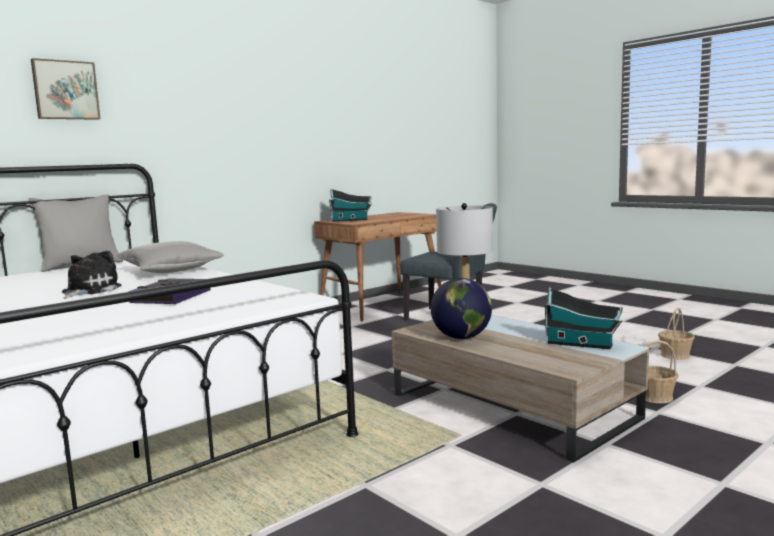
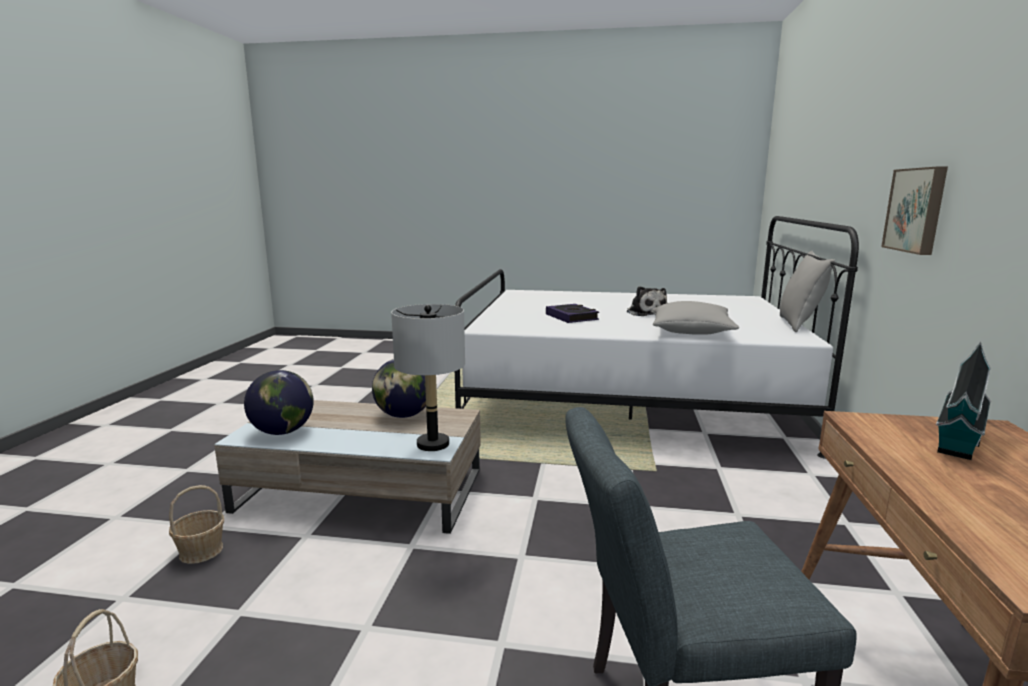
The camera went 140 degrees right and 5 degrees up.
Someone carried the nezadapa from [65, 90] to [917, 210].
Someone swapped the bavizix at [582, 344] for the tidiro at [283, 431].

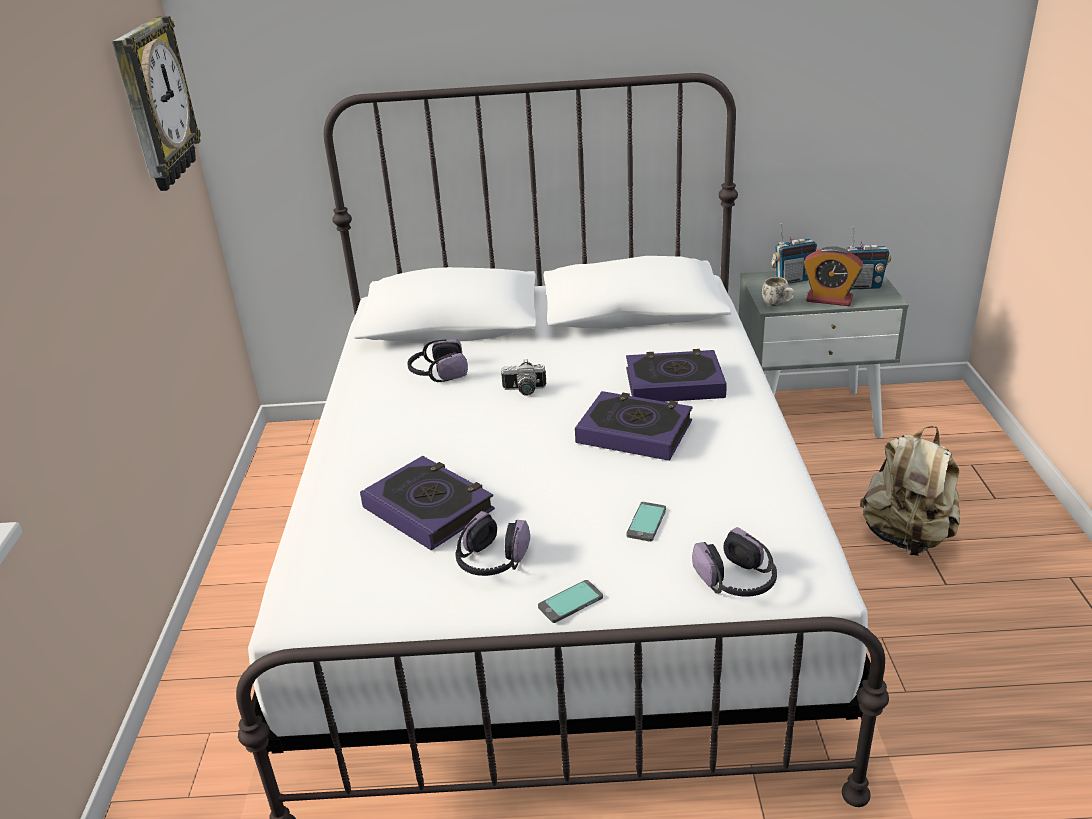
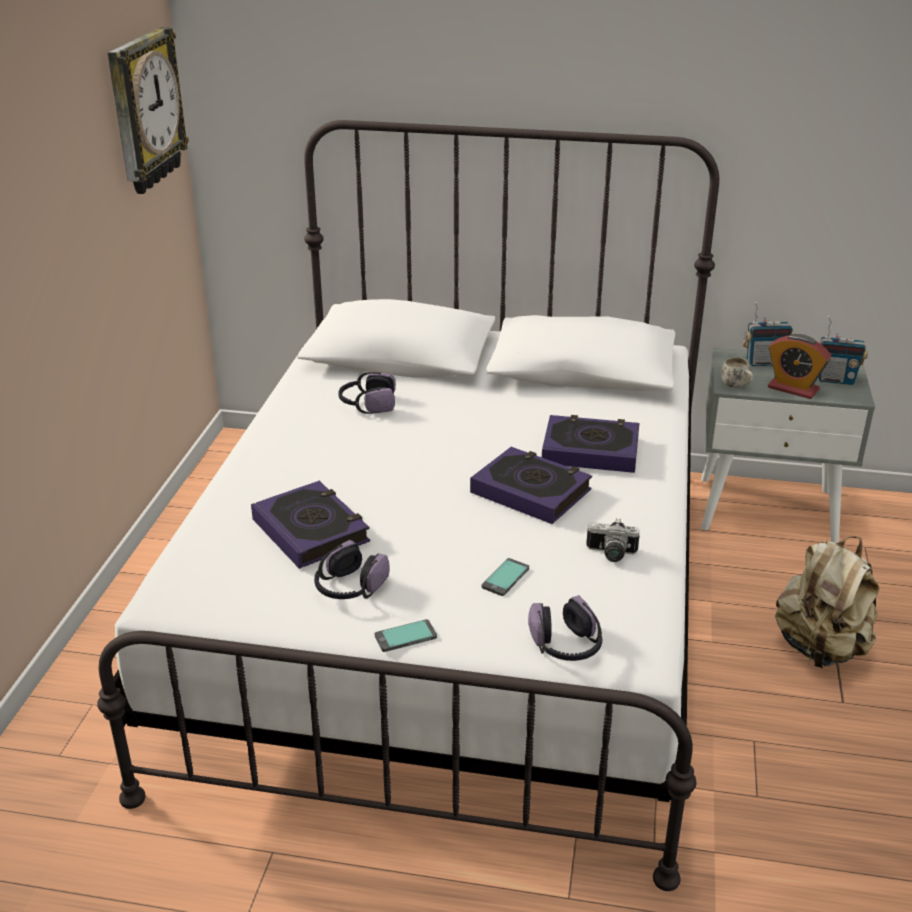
The camera went 10 degrees right and 0 degrees up.
Someone carried the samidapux from [524, 391] to [611, 554].

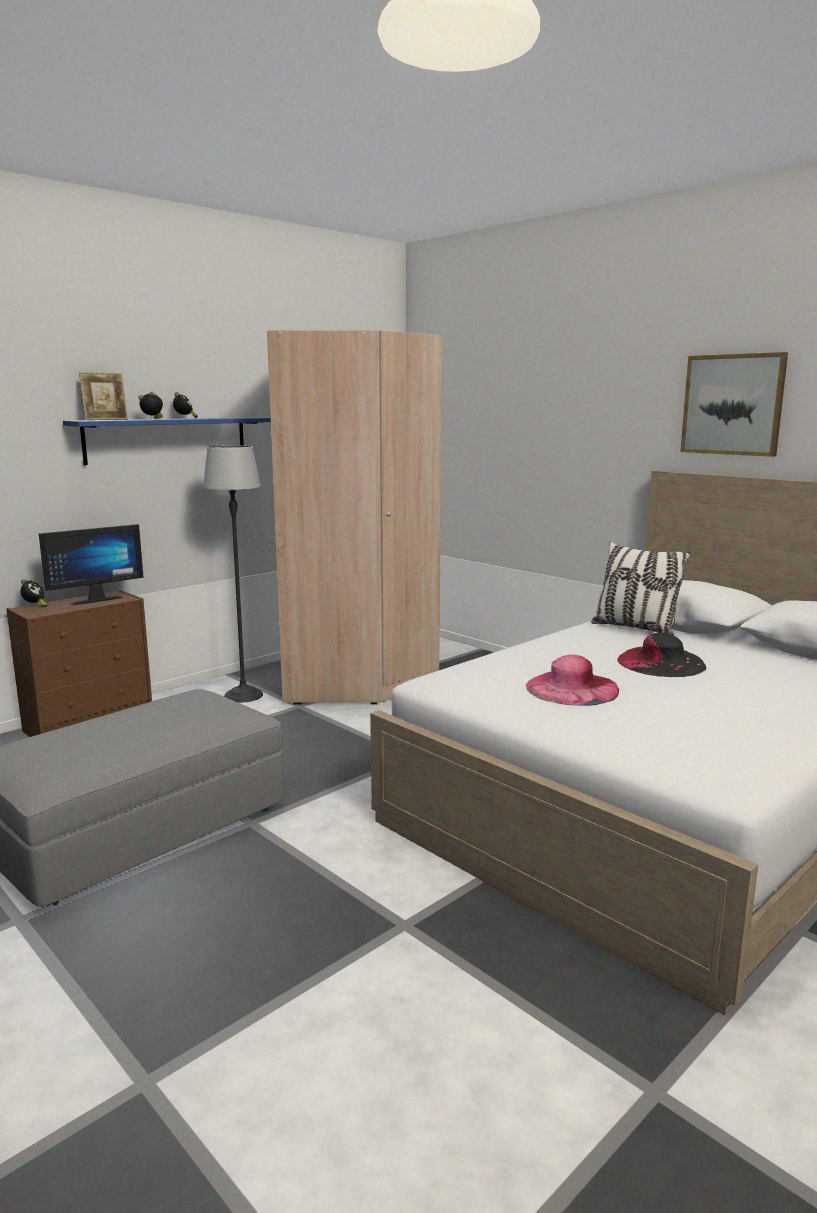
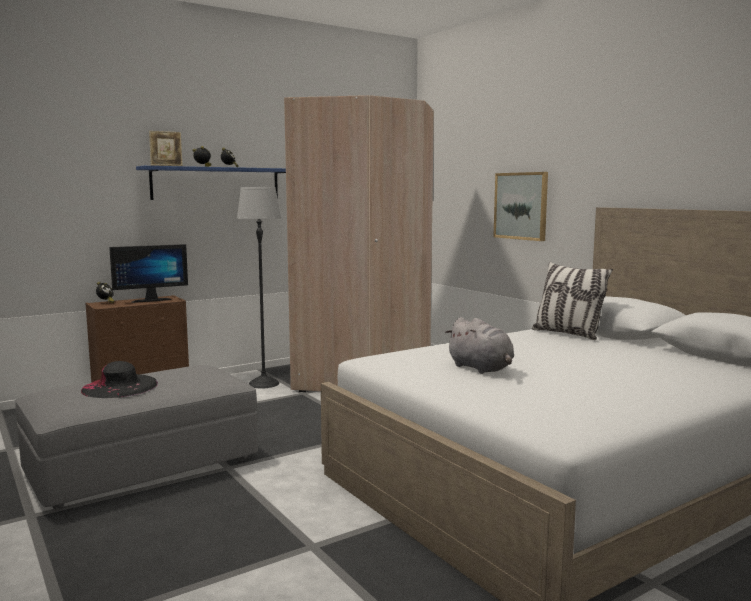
The camera went 10 degrees right and 5 degrees down.
Someone carried the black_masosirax from [661, 663] to [119, 387].
Someone carried the nezadapa from [732, 404] to [521, 206].
Someone swapped the pink_masosirax at [572, 688] for the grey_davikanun at [481, 369].

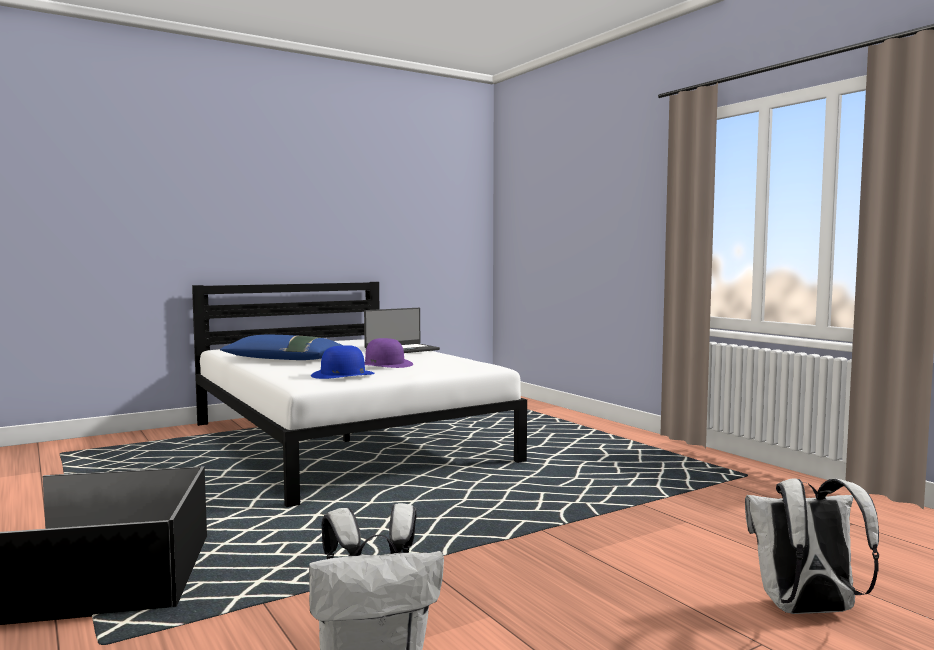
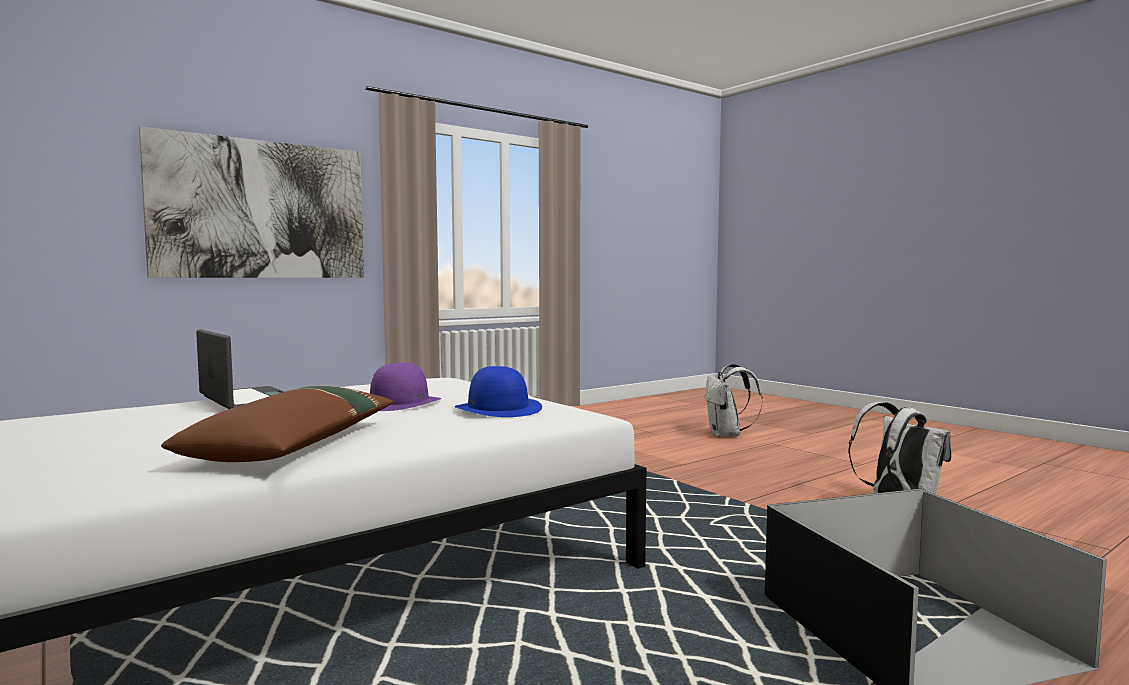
The camera went 95 degrees left and 0 degrees up.
Someone put up the nezadapa at [261, 210].
Someone repainted the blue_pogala at [283, 359], which became the brown_pogala at [296, 444].

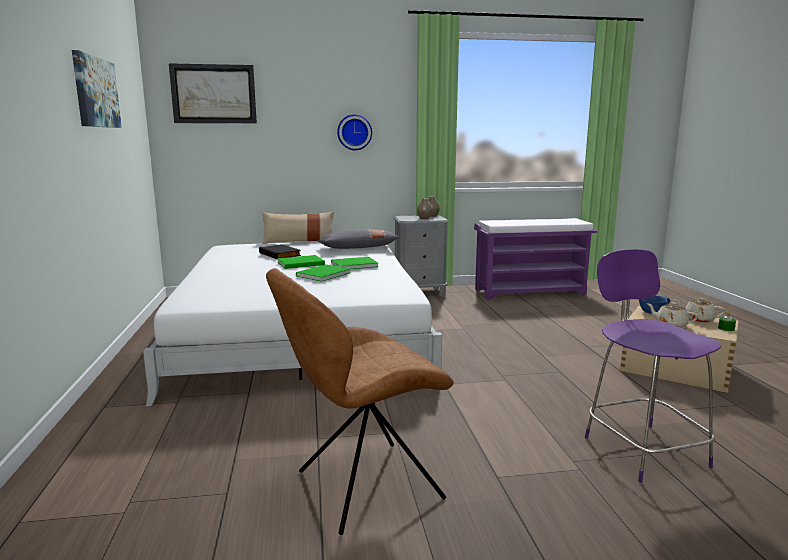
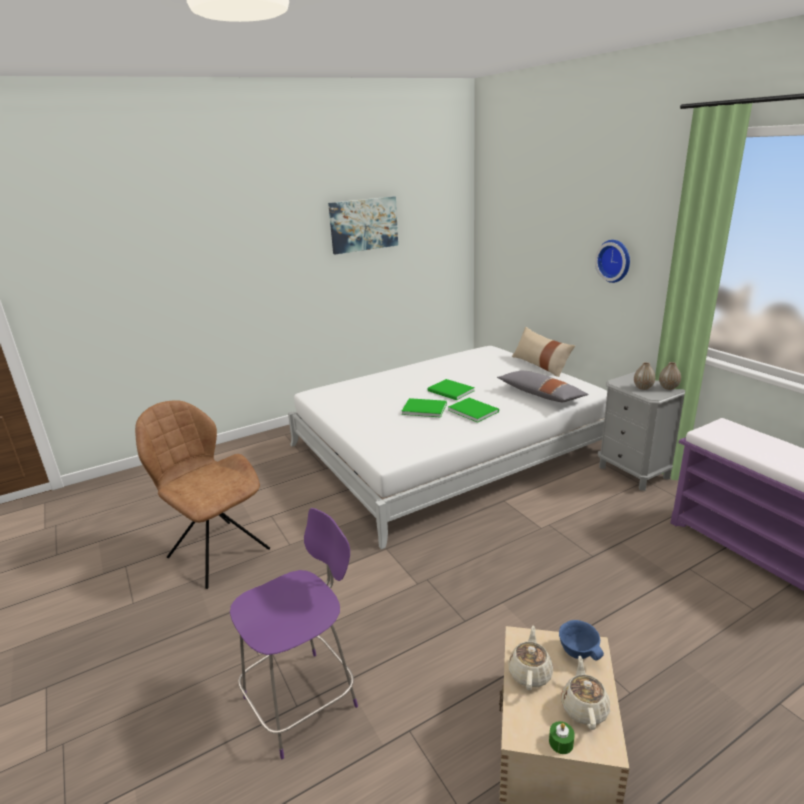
The camera went 70 degrees right and 10 degrees up.
Someone took away the nezadapa at [214, 94].
Someone took away the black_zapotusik at [281, 254].

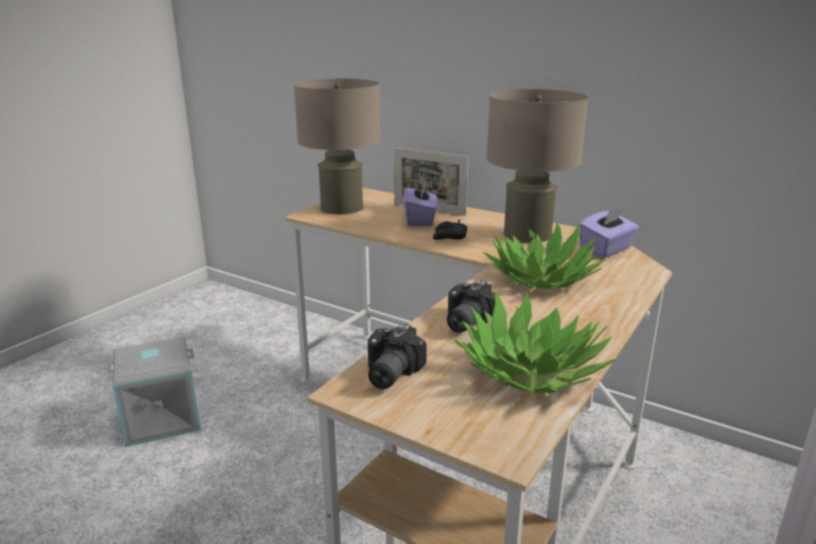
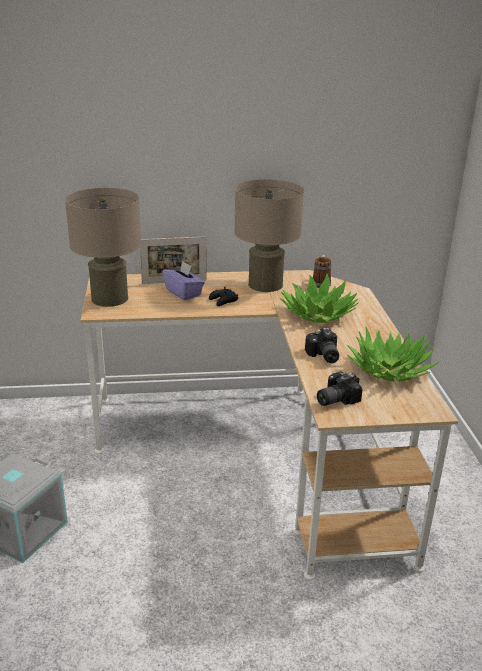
The camera went 40 degrees left and 5 degrees up.
Someone swapped the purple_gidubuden at [606, 249] for the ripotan at [321, 283].
Someone rotated the samidapux at [388, 373] by 75 degrees clockwise.

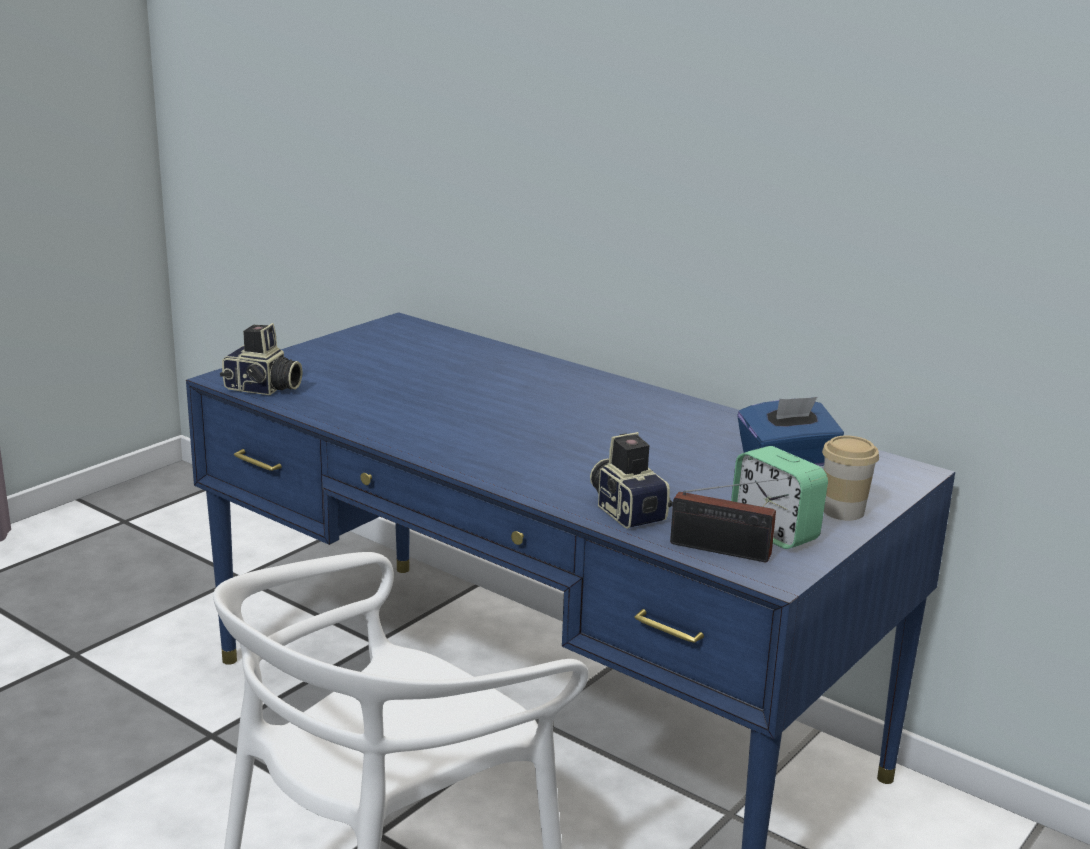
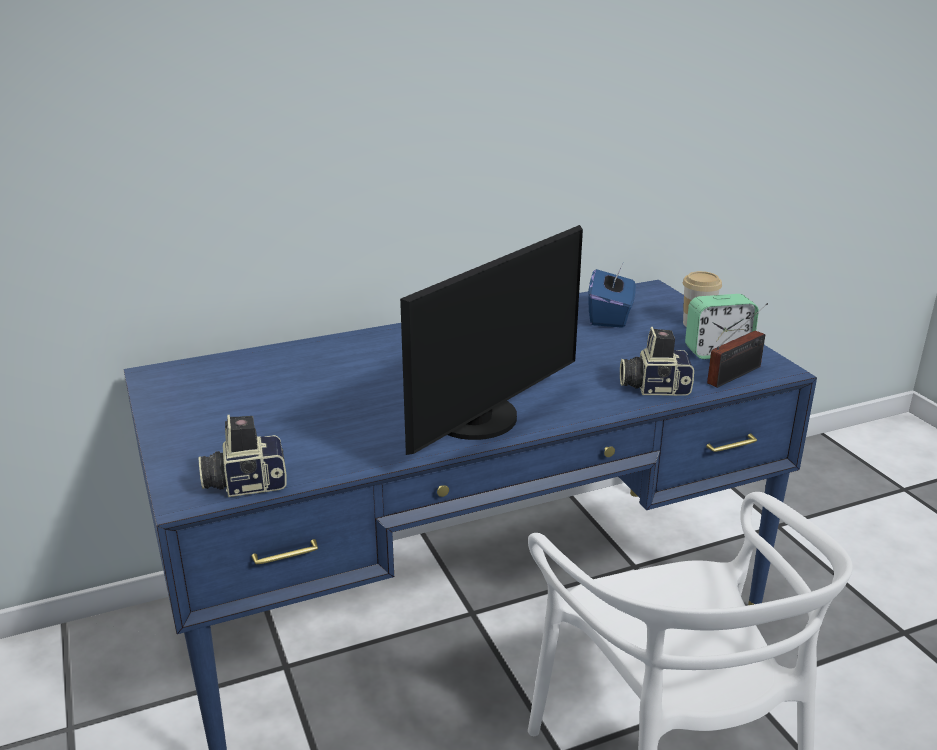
The camera went 60 degrees left and 5 degrees up.
Someone put down the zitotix at [482, 420].
Someone rotated the samidapux at [262, 389] by 150 degrees counterclockwise.

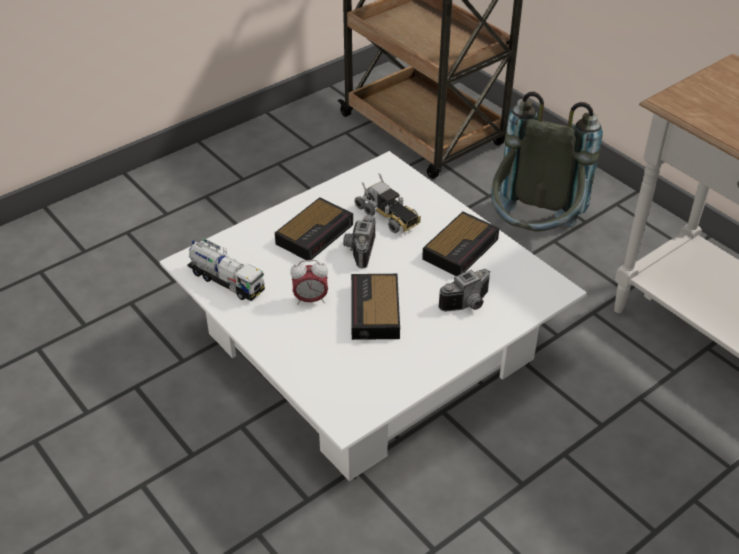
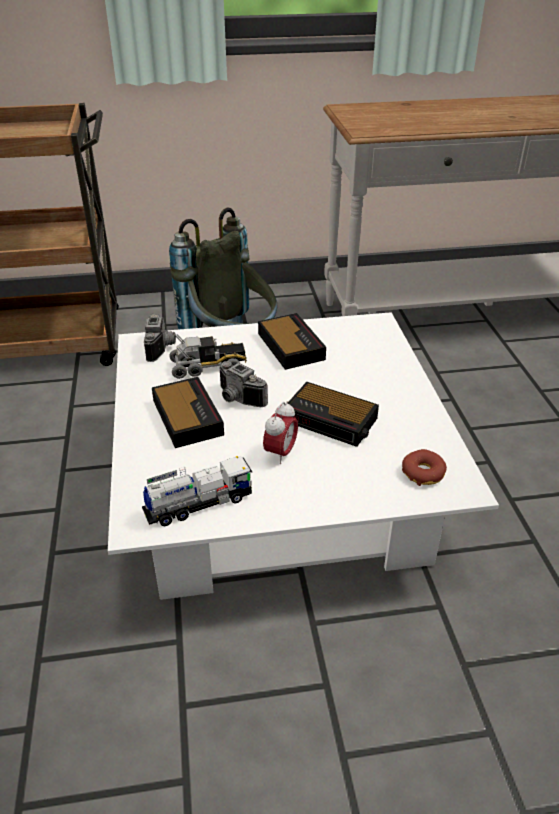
The camera went 60 degrees left and 5 degrees down.
Someone put down the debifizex at [423, 473].
Someone carried the samidapux from [468, 304] to [162, 347].

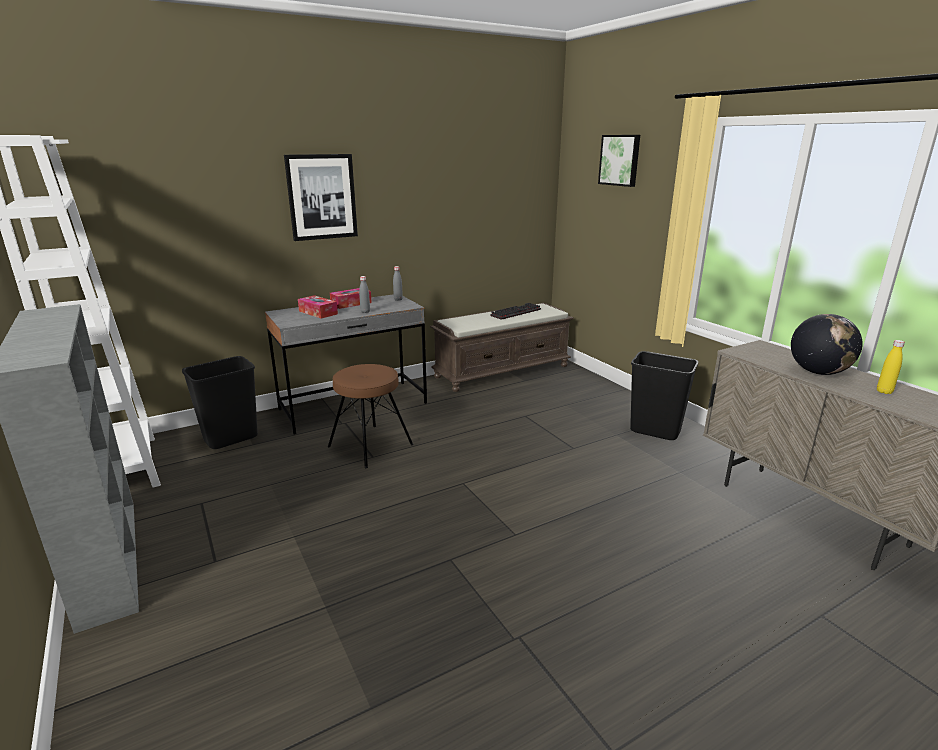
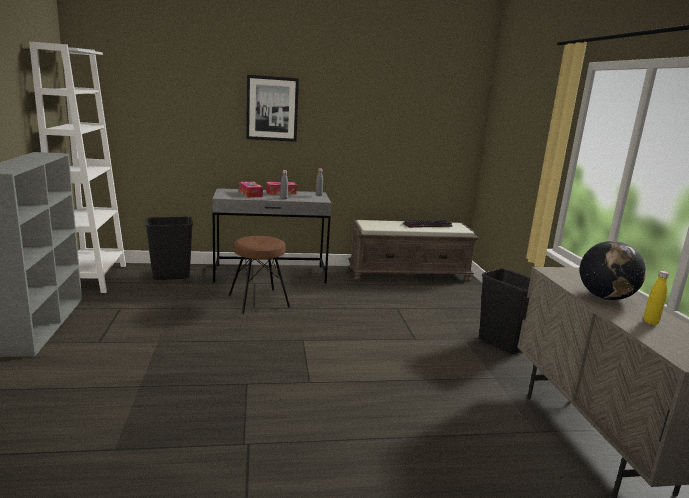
The camera went 20 degrees right and 5 degrees down.
Someone took away the nezadapa at [620, 160].

